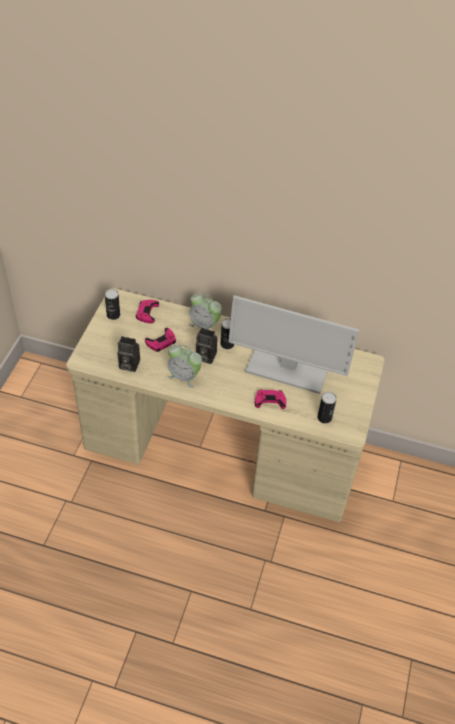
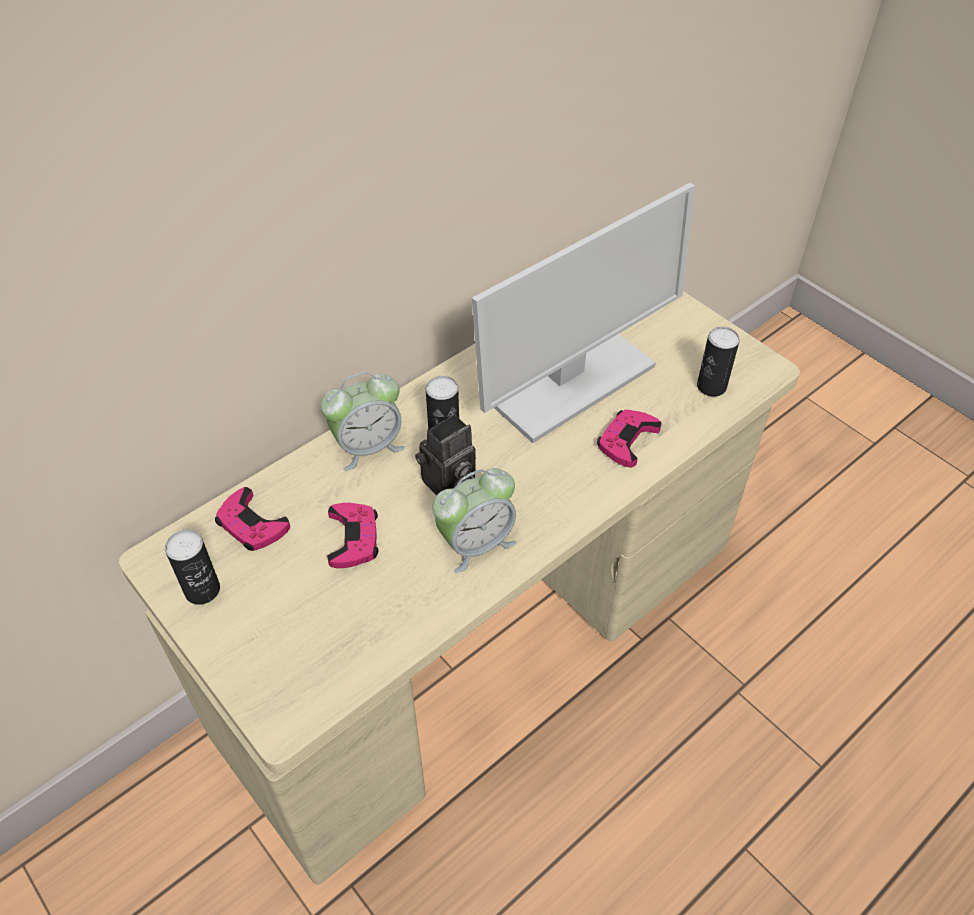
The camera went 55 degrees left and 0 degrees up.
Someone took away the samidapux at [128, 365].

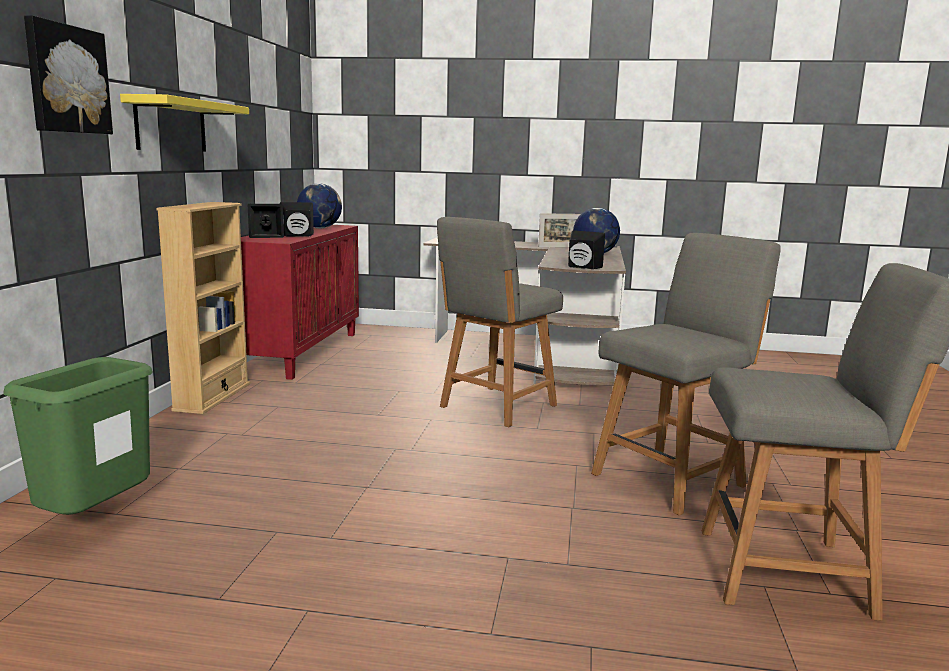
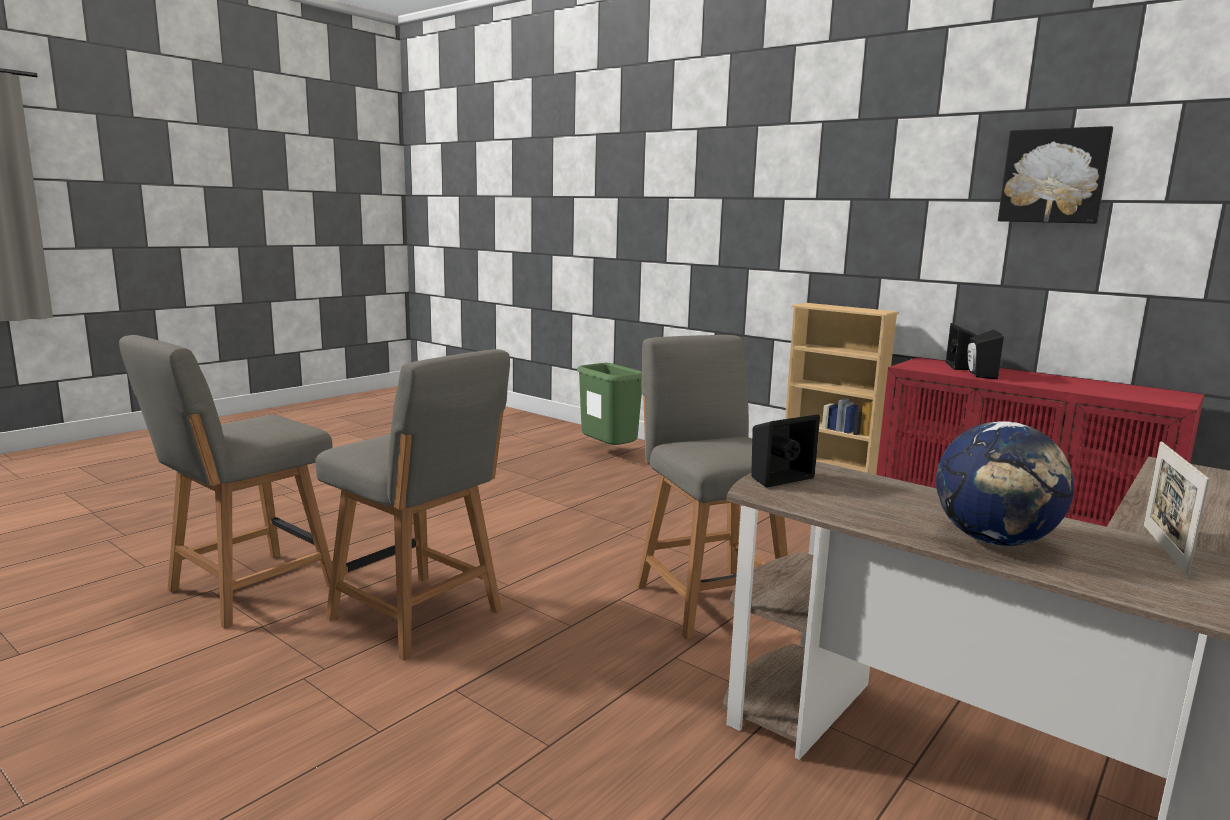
The camera went 120 degrees right and 0 degrees up.
Someone took away the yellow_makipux at [171, 125].
Someone took away the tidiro at [320, 228].
Someone carried the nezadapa from [67, 79] to [1054, 176].
Someone rotated the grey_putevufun at [671, 478] by 45 degrees counterclockwise.

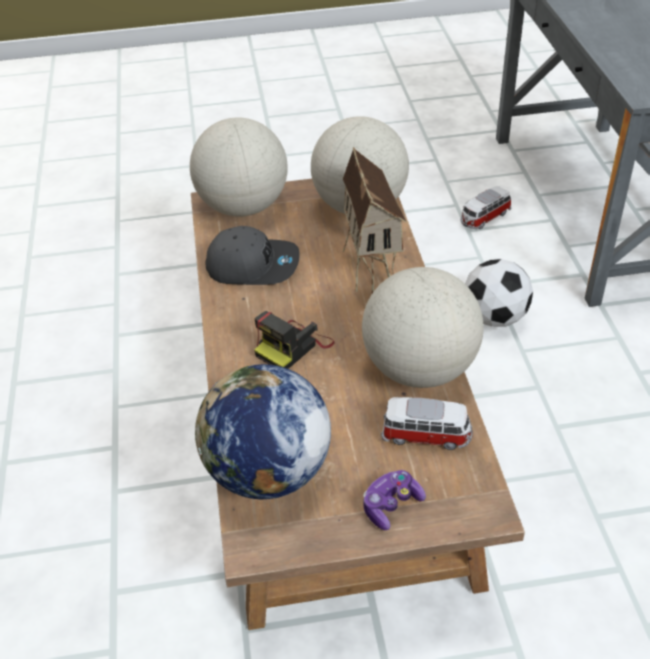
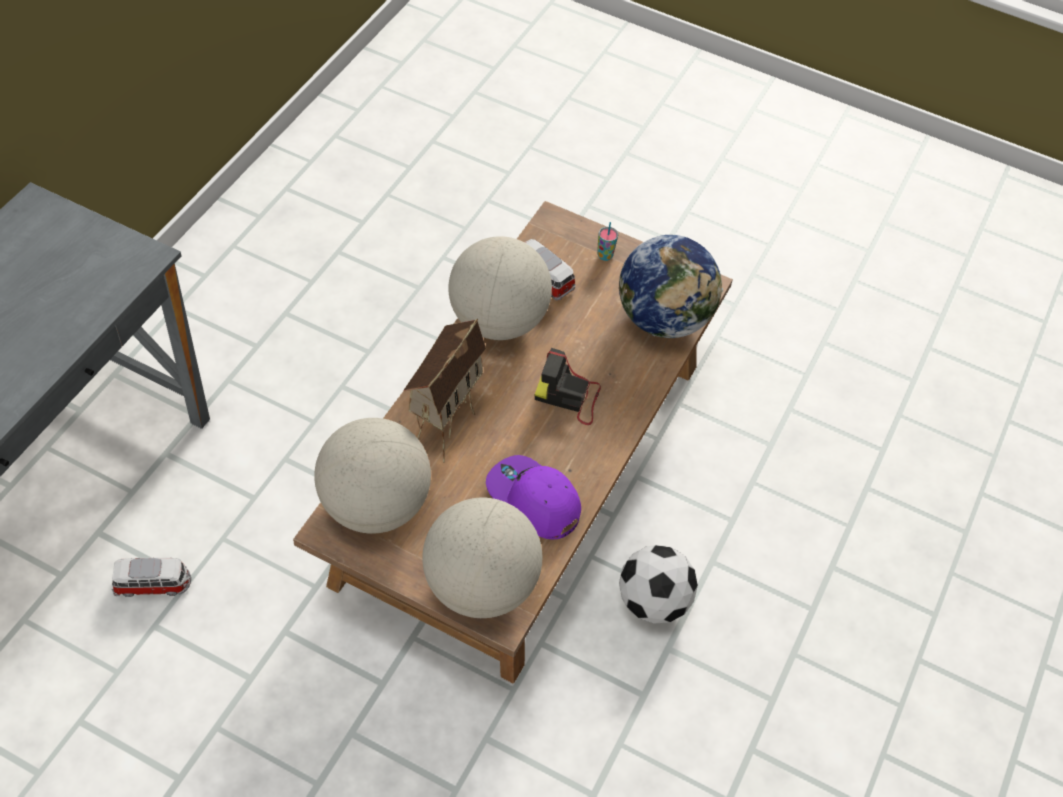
The camera went 150 degrees left and 10 degrees up.
Someone carried the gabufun from [494, 318] to [652, 602].
Someone swapped the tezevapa at [391, 505] for the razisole at [605, 255].
Someone repainted the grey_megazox at [253, 265], which became the purple_megazox at [533, 501].
Someone rotated the samidapux at [293, 347] by 150 degrees counterclockwise.

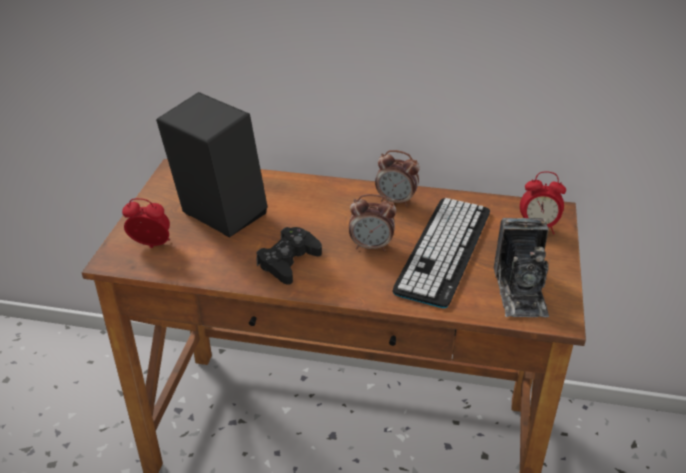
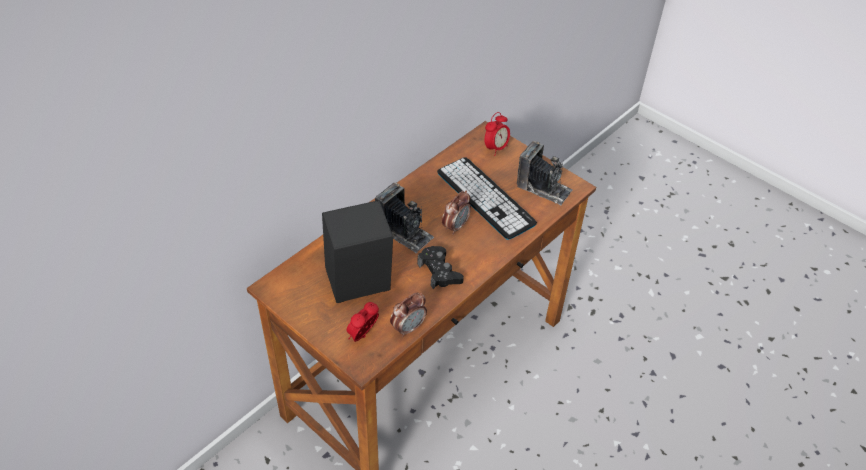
The camera went 60 degrees left and 10 degrees up.
Someone put down the samidapux at [404, 232].
Someone carried the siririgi from [396, 201] to [408, 328].

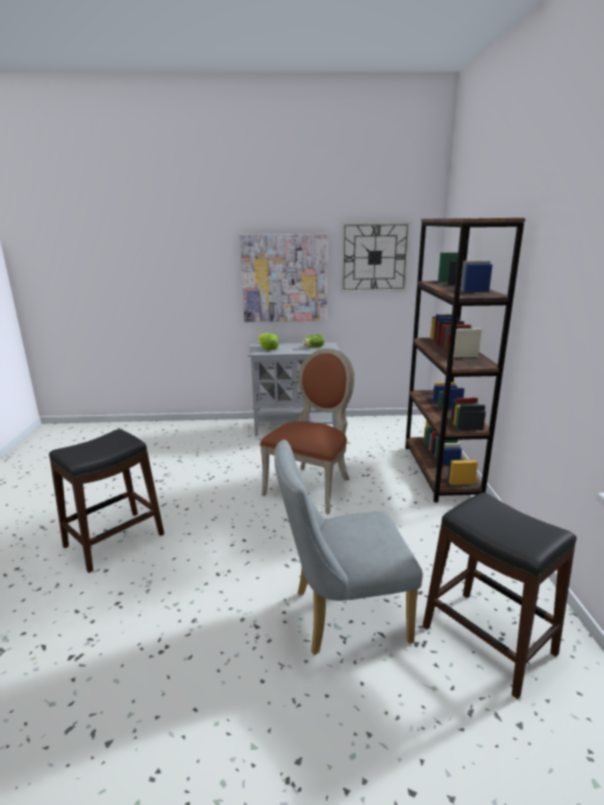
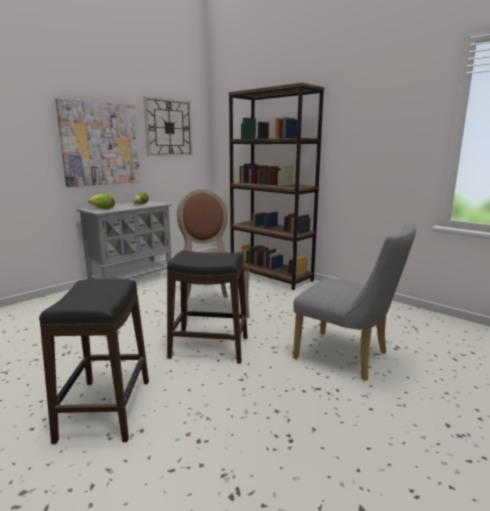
The camera went 45 degrees left and 5 degrees down.
Someone carried the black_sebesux from [488, 640] to [209, 348].
Someone rotated the grey_putevufun at [341, 616] by 90 degrees counterclockwise.

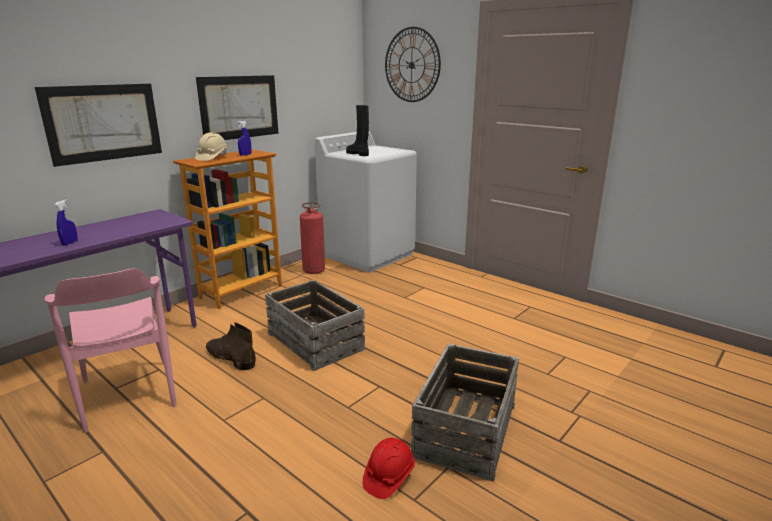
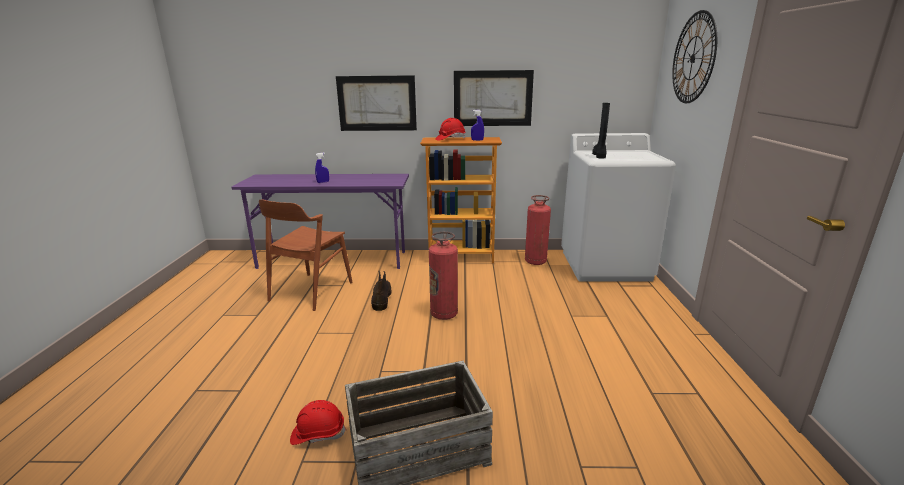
The camera went 50 degrees right and 0 degrees up.
Someone swapped the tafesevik at [316, 341] for the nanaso at [444, 314].
Someone repainted the pink_putevufun at [128, 393], which became the brown_putevufun at [311, 291].
Someone repainted the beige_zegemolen at [212, 157], which became the red_zegemolen at [450, 139].

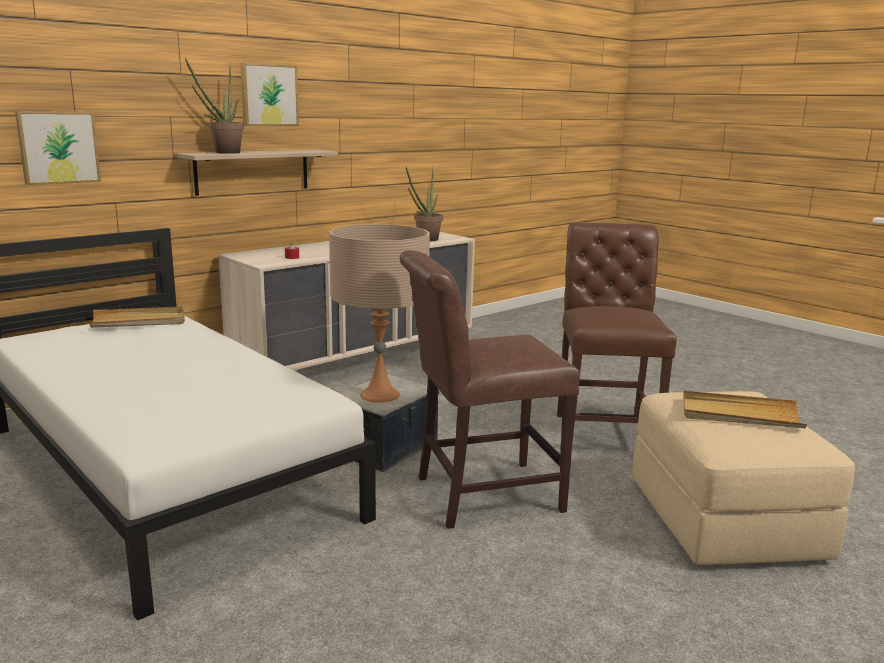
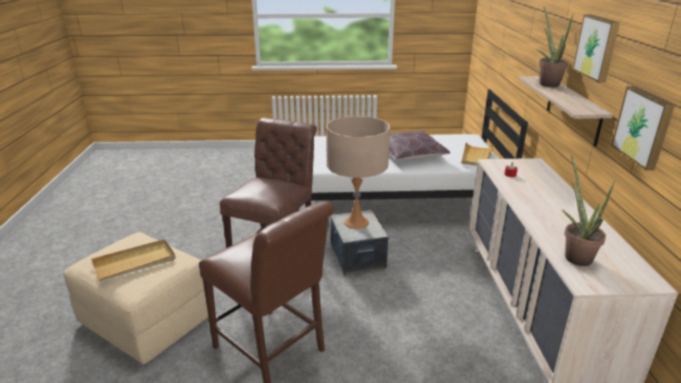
The camera went 130 degrees right and 10 degrees up.
Someone put down the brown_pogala at [410, 154].
Someone carried the nezadapa from [58, 147] to [644, 127].

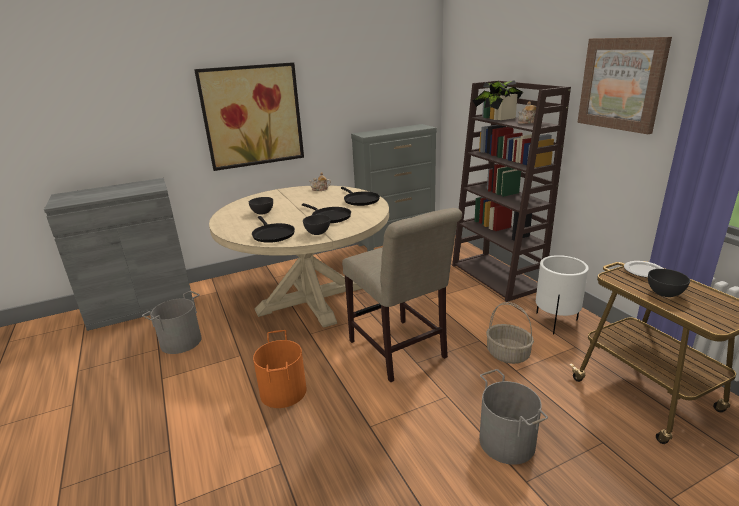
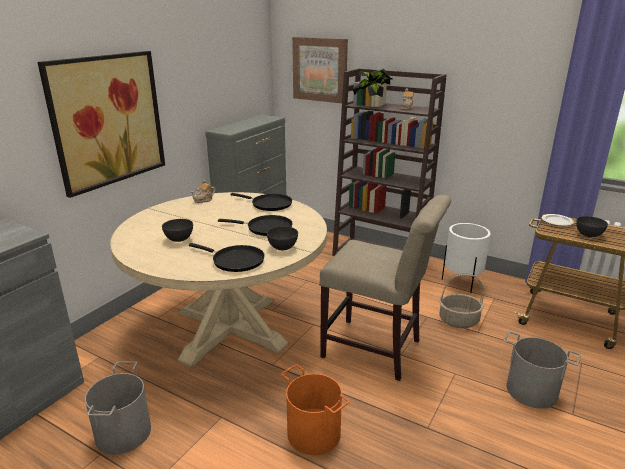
The camera went 35 degrees left and 0 degrees up.
Someone carried the nezadapa from [621, 84] to [320, 69].

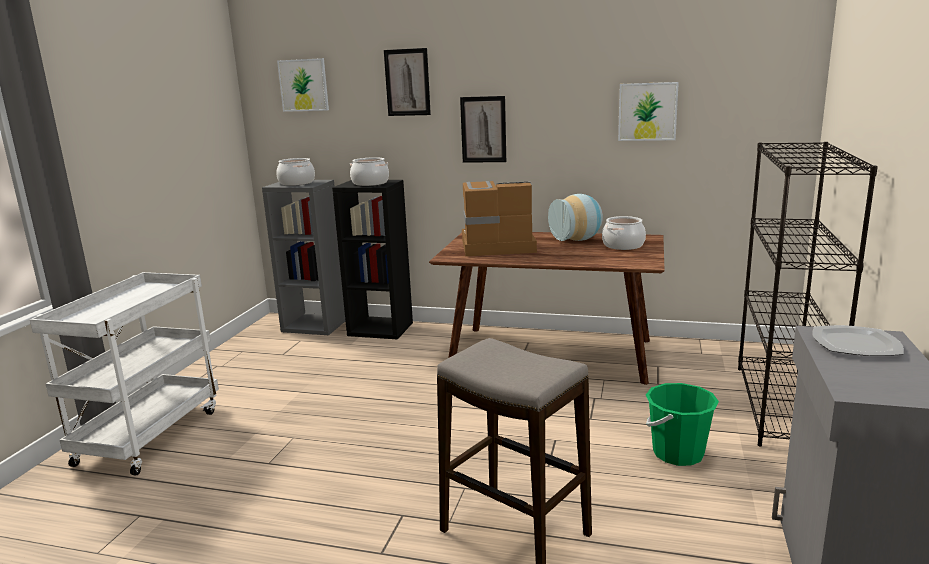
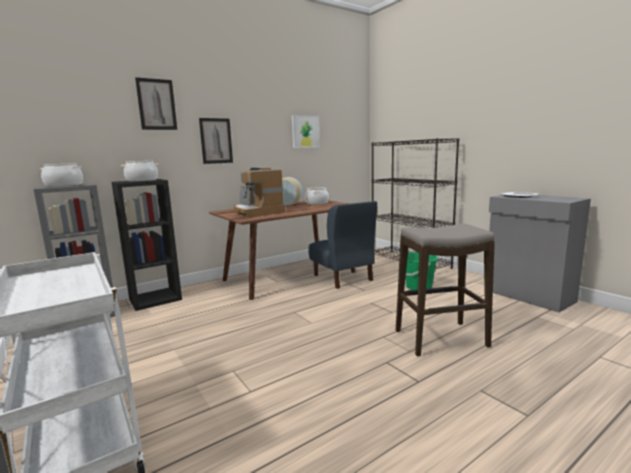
The camera went 50 degrees left and 5 degrees down.
Someone took away the nezadapa at [303, 85].
Someone put down the blue_putevufun at [342, 278].
Someone rotated the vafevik at [496, 246] by 75 degrees counterclockwise.

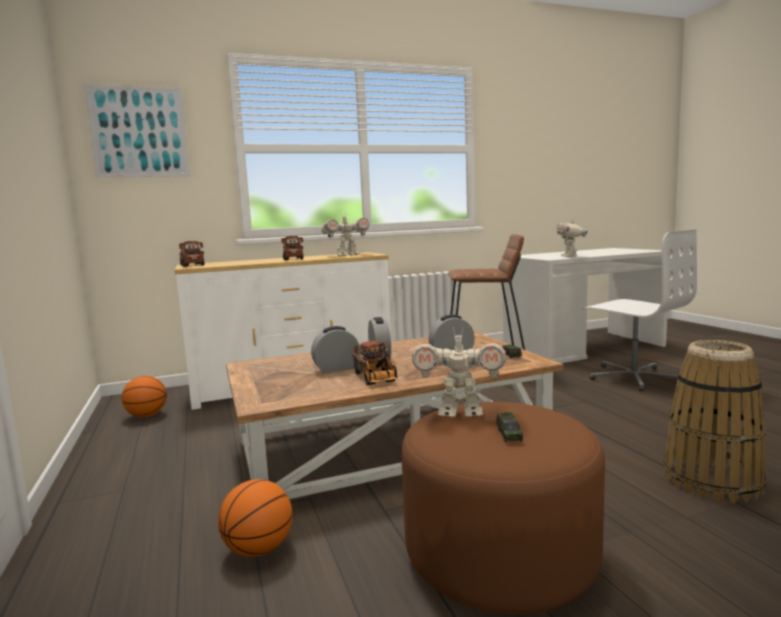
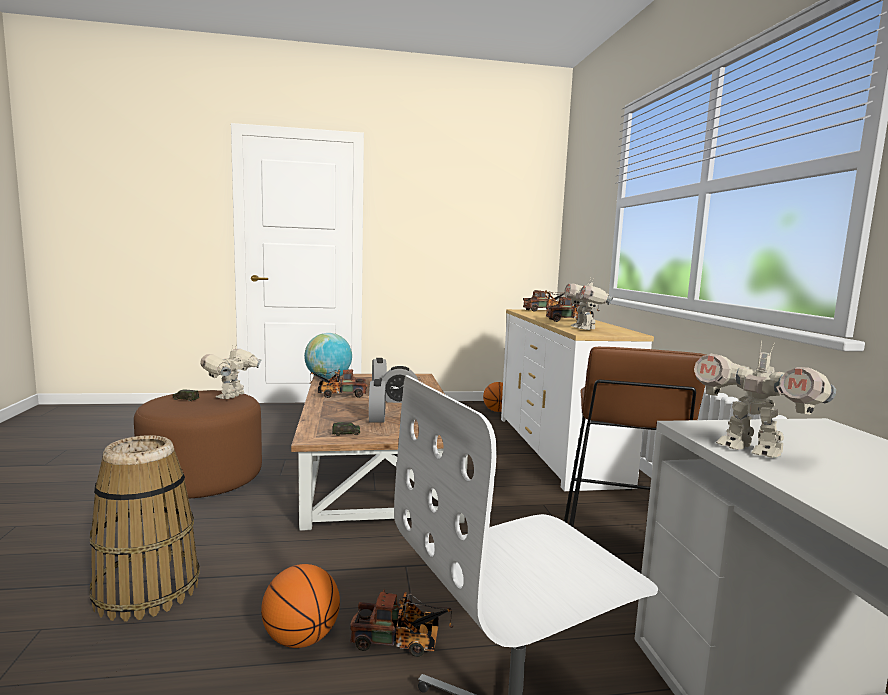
The camera went 100 degrees right and 0 degrees up.
Someone took away the nezadapa at [139, 132].
Someone put down the tidiro at [328, 378].
Someone put down the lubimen at [401, 642].
Someone carried the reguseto from [258, 549] to [301, 638].
Someone rotated the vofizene at [570, 256] by 150 degrees counterclockwise.

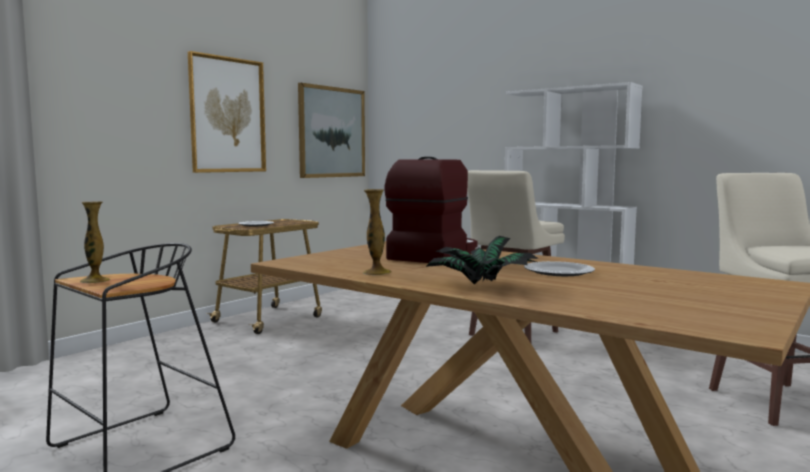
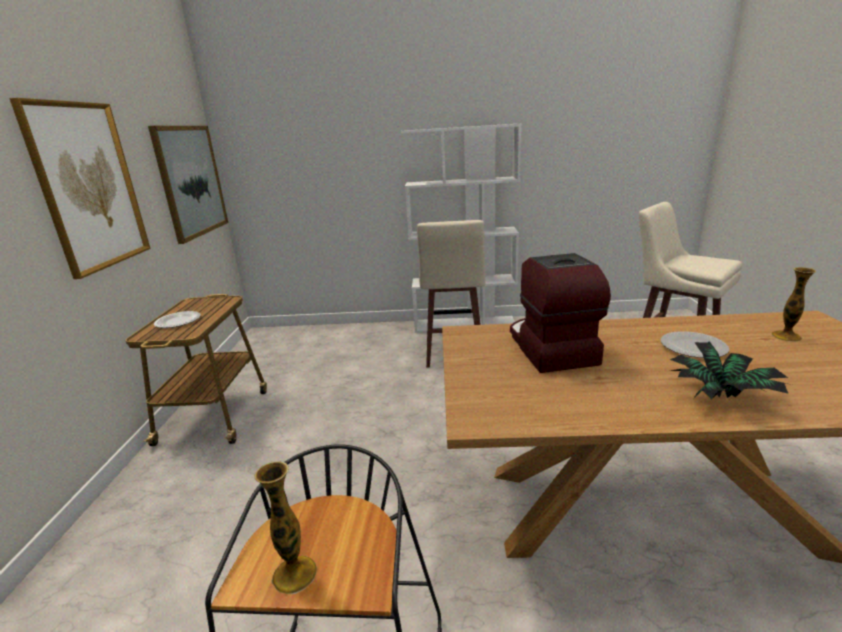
The camera went 35 degrees left and 15 degrees up.
Someone carried the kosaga from [377, 272] to [786, 336].

